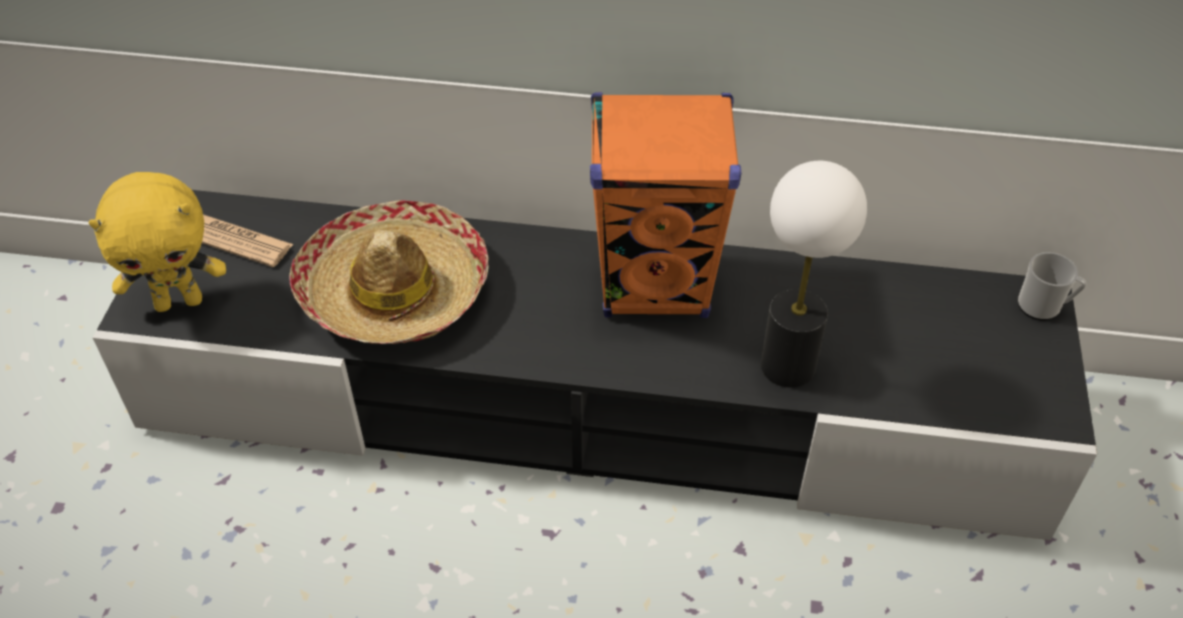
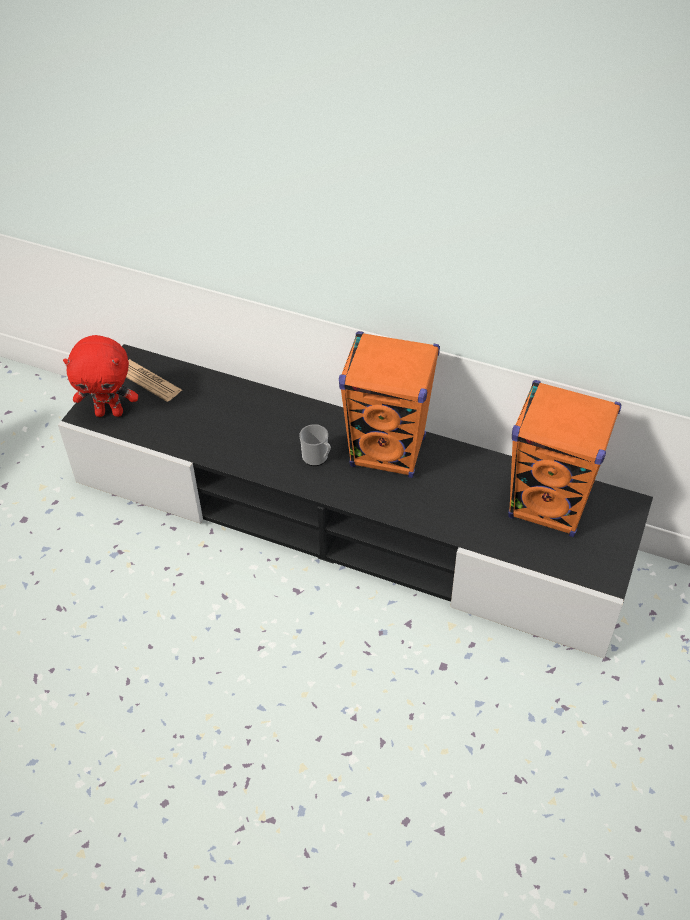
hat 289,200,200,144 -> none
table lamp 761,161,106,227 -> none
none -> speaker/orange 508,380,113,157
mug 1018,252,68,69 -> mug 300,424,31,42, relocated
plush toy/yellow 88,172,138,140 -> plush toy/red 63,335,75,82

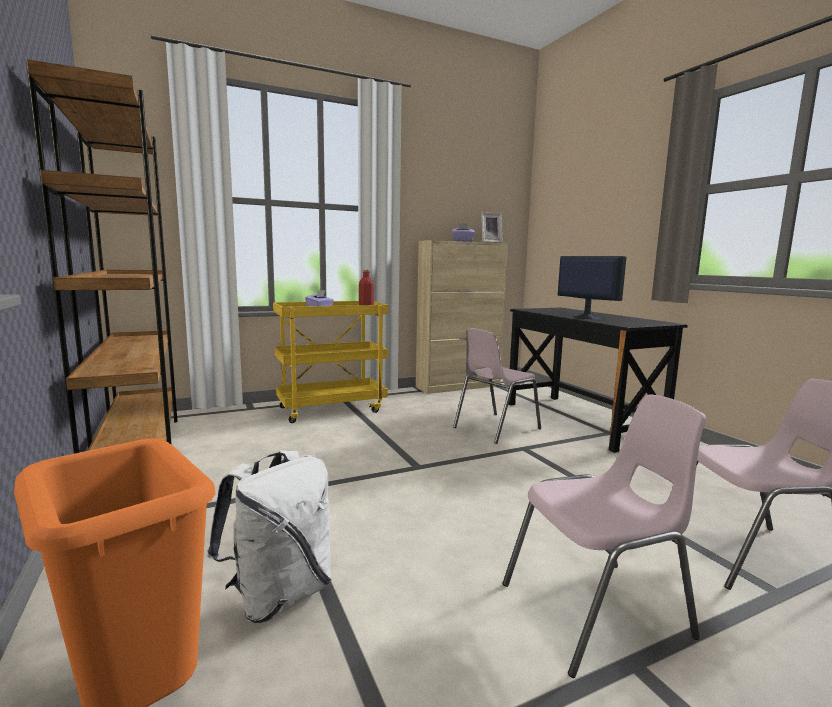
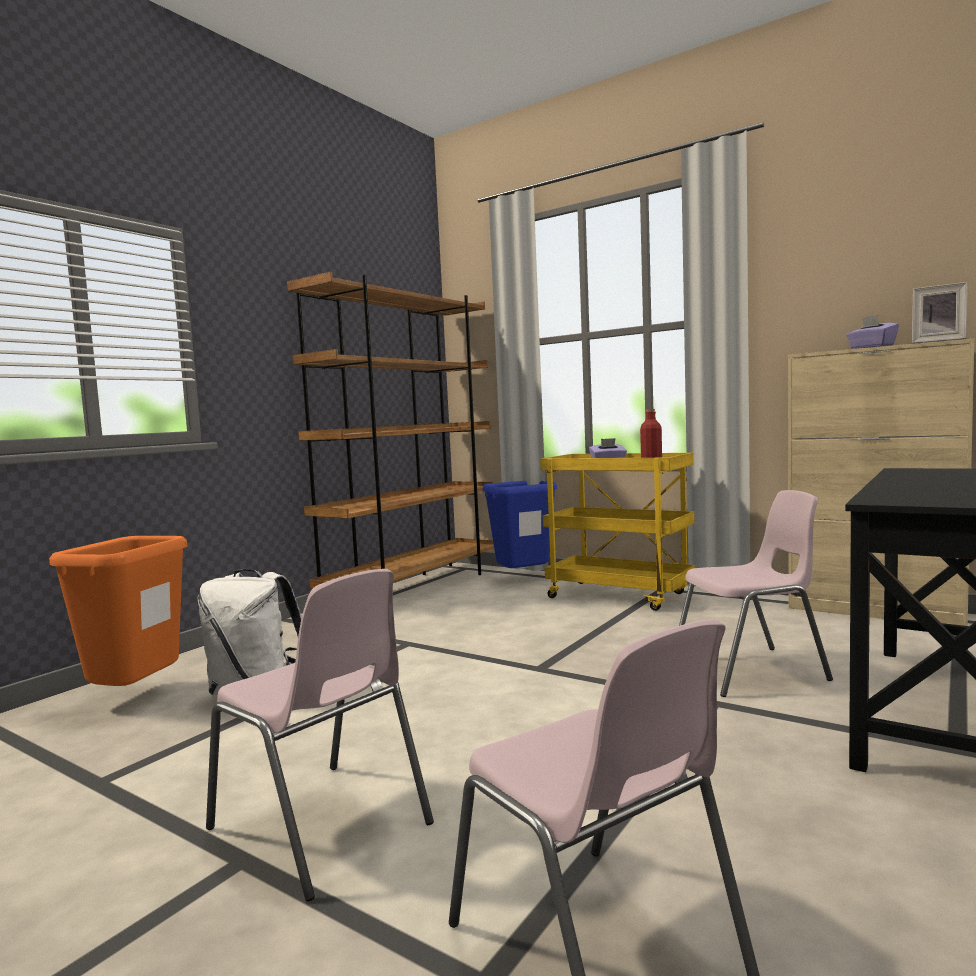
monitor 558,256,68,64 -> none
none -> trash can/blue 483,481,74,87
chair/pink 453,329,88,115 -> chair/pink 679,490,154,207, 150 degrees clockwise

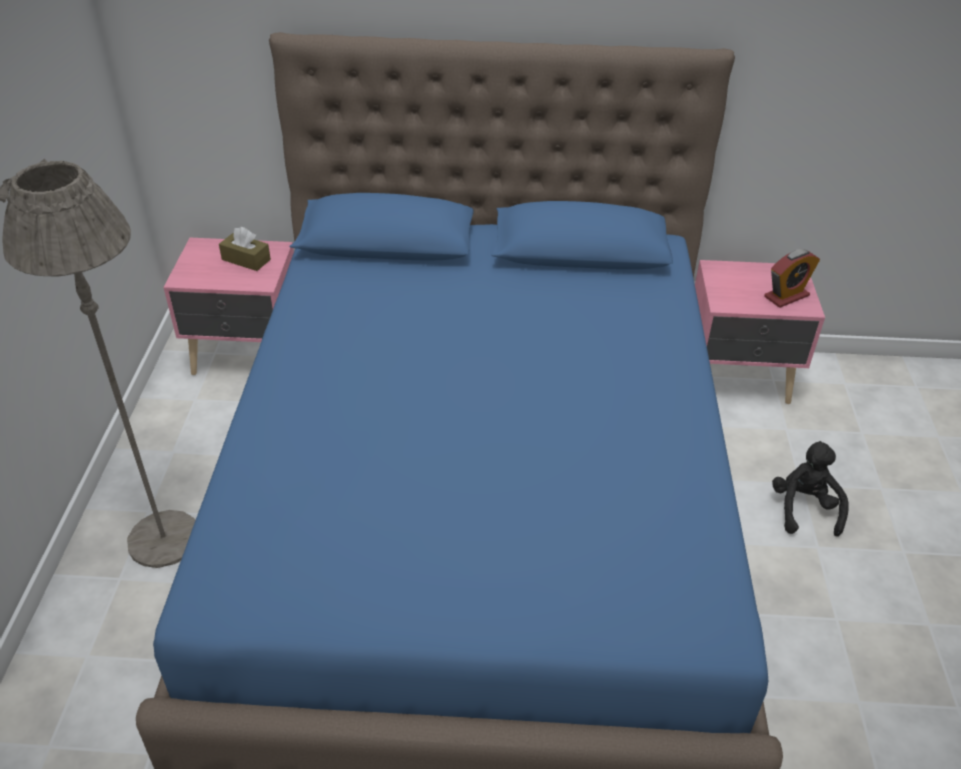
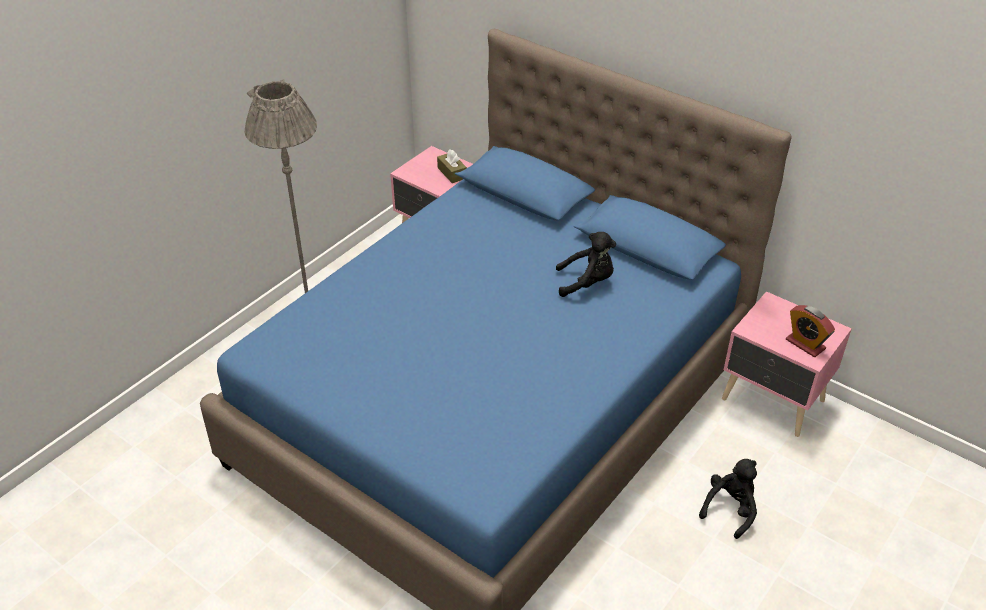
none -> plush toy/black 556,232,60,65
alarm clock 764,249,56,59 -> alarm clock 786,305,49,52, 45 degrees clockwise

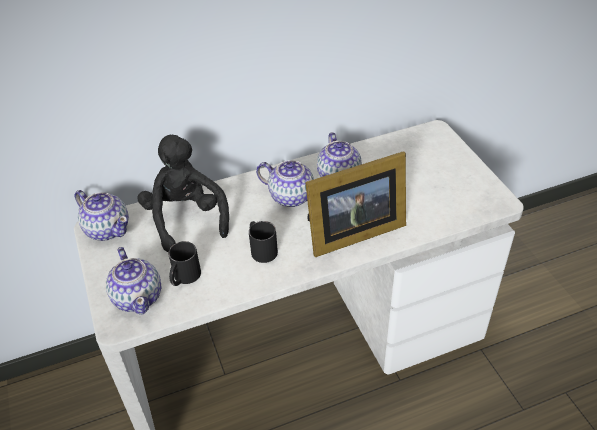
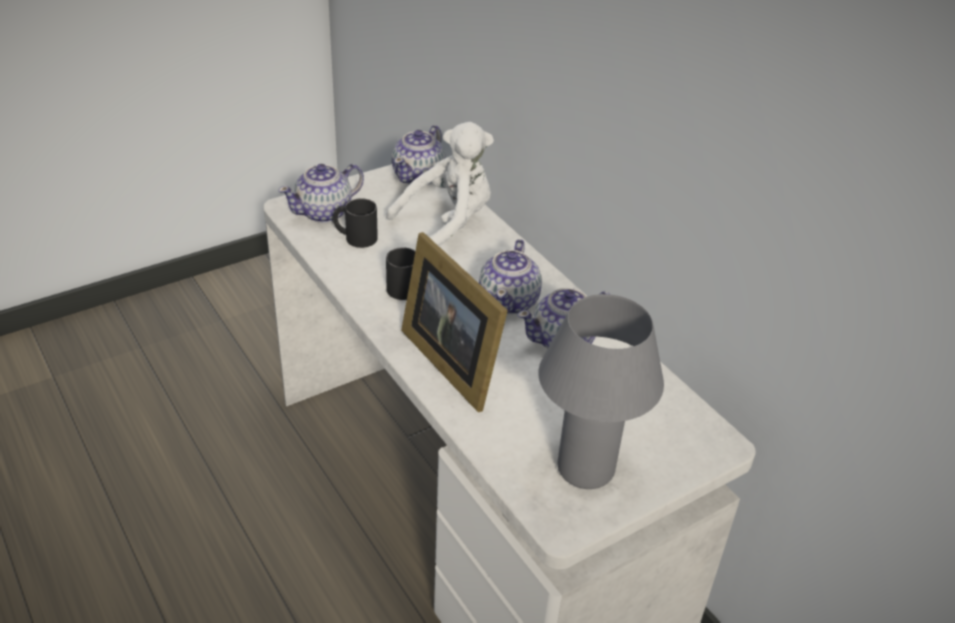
none -> table lamp/grey 538,294,126,195
plush toy/black 138,135,91,117 -> plush toy/white 386,122,108,124

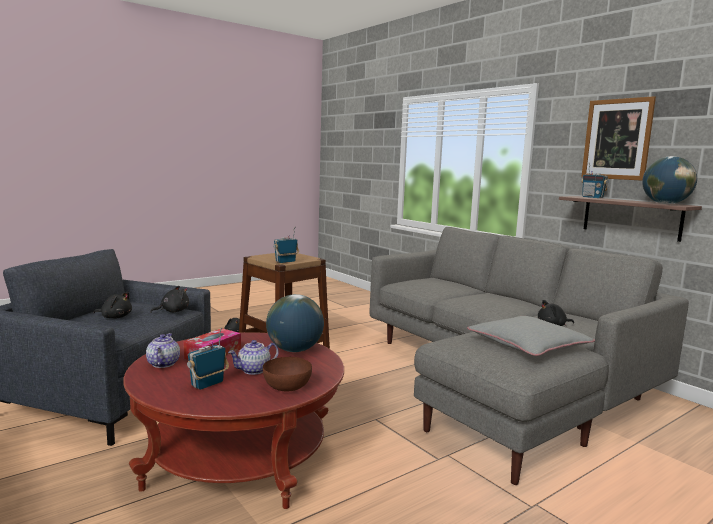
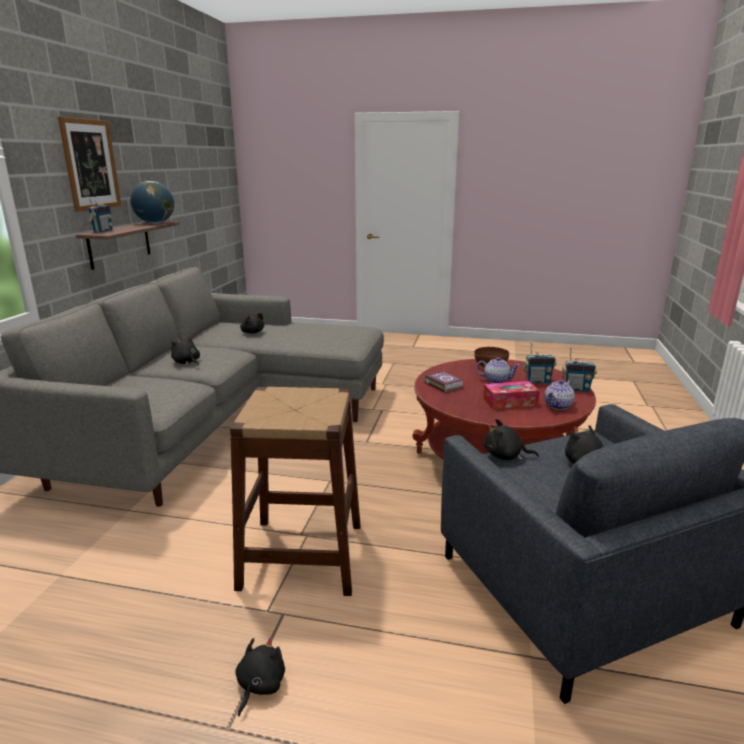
pillow/grey 467,316,128,40 -> none
none -> plush toy/black 171,336,29,30
radio 273,228,26,35 -> radio 562,347,35,45, relocated
globe 266,294,58,58 -> book 424,371,40,22

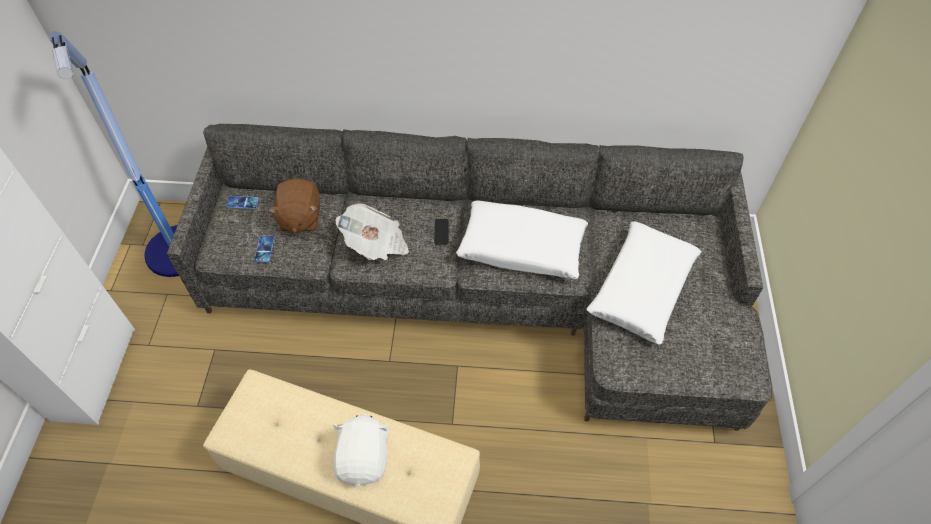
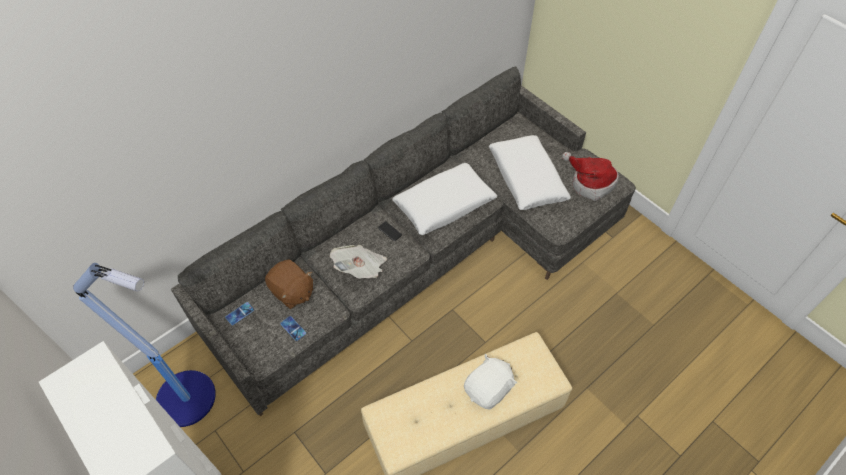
none -> hat 562,152,57,49
plush toy/white 333,414,57,73 -> plush toy/white 464,354,53,56, 90 degrees clockwise

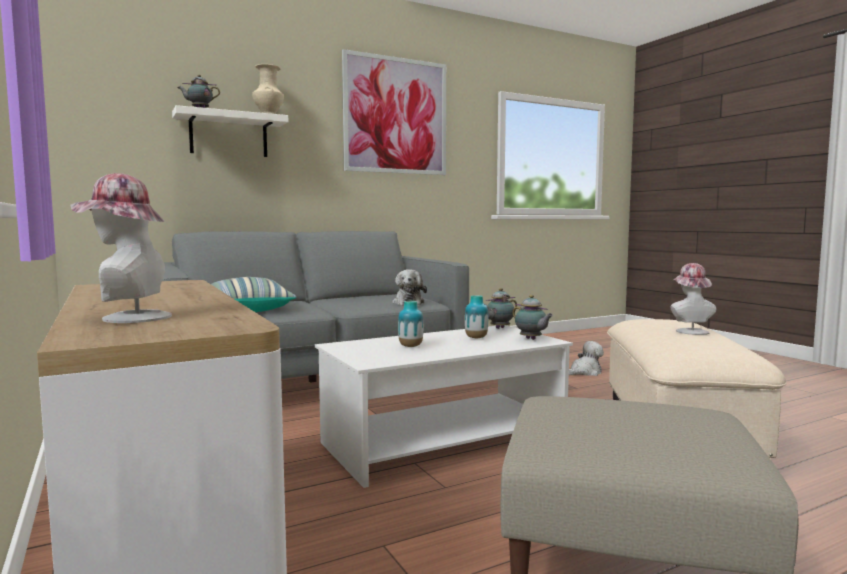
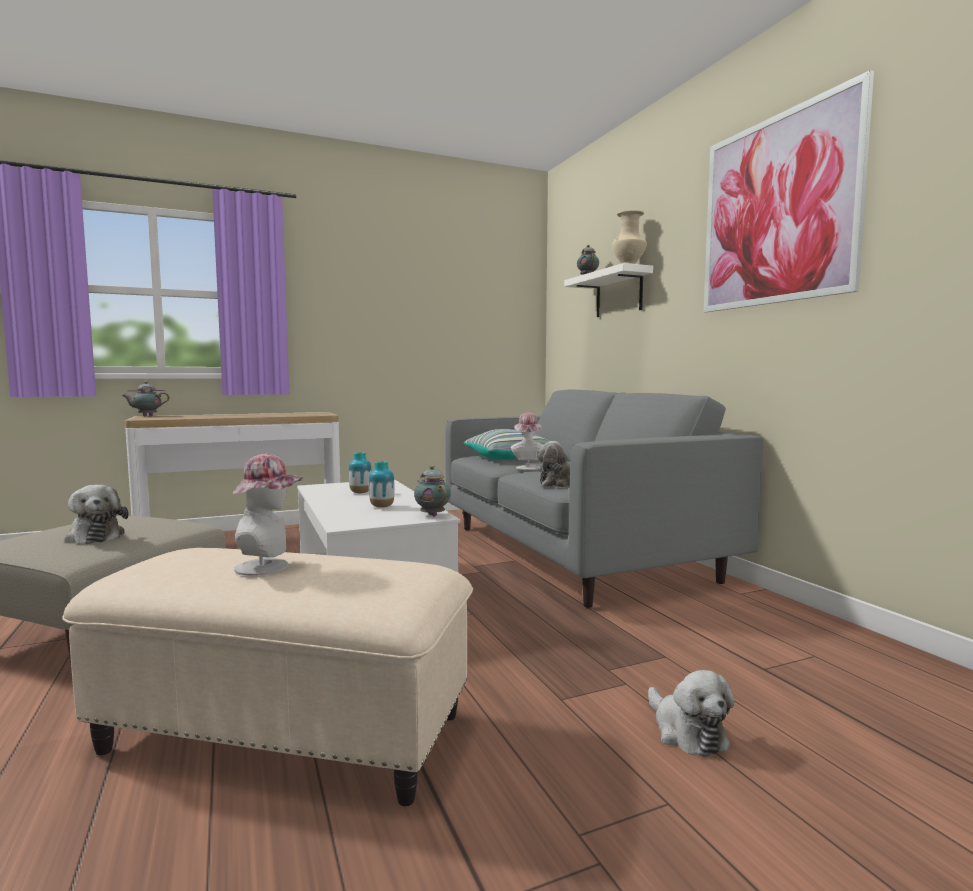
none -> plush toy 64,485,65,59
hat 71,173,101,150 -> hat 511,413,33,57, relocated
teapot 513,295,40,45 -> teapot 122,381,47,35, relocated

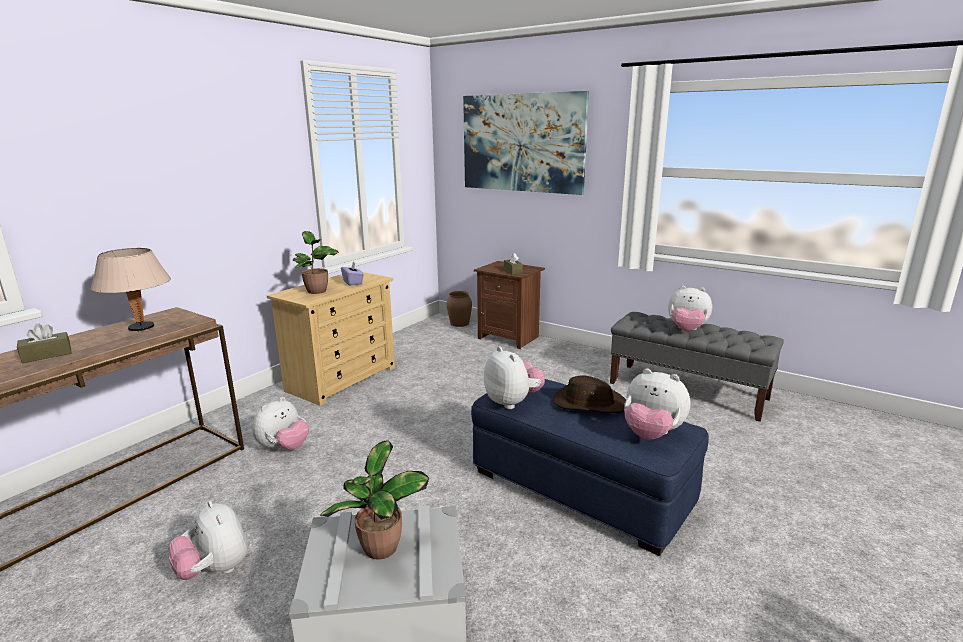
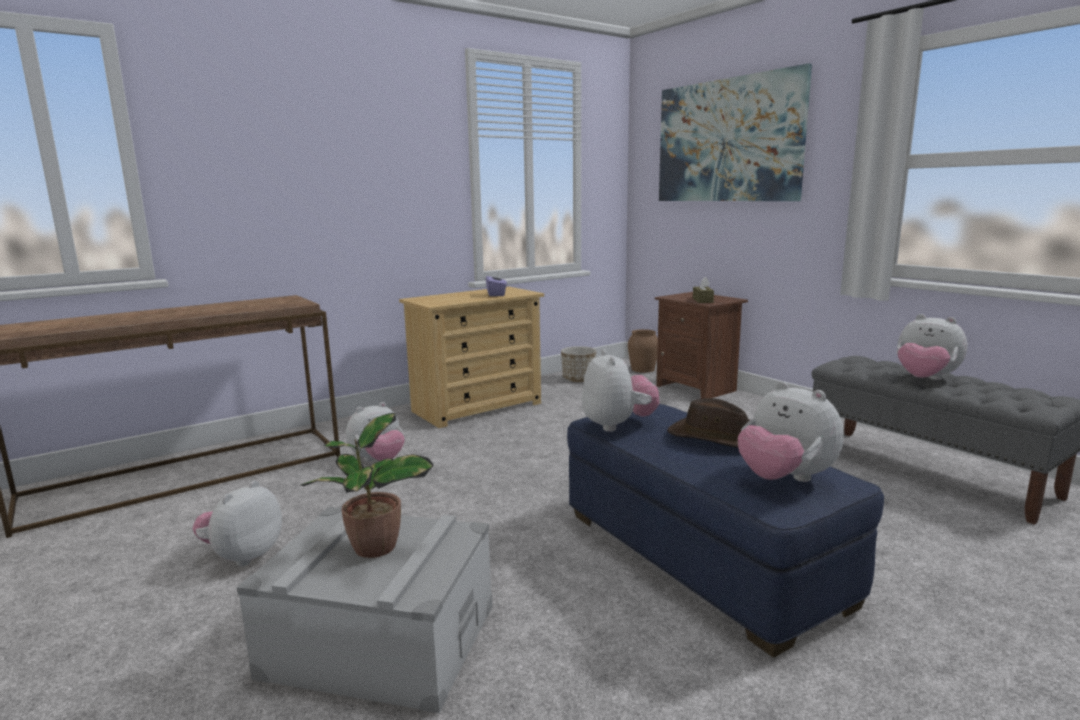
tissue box/brown 17,323,54,40 -> none
table lamp/beige 90,248,81,83 -> none
potted plant 292,231,47,63 -> none
none -> planter 561,346,35,36
plush toy 169,501,79,79 -> plush toy 192,480,90,87, 45 degrees clockwise

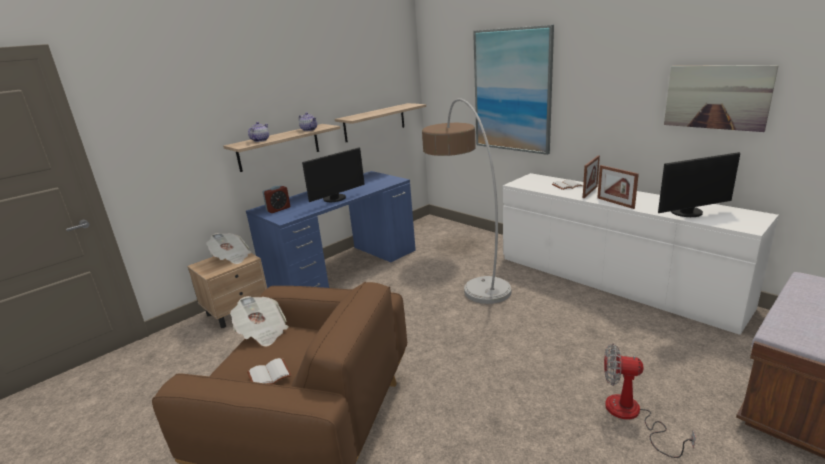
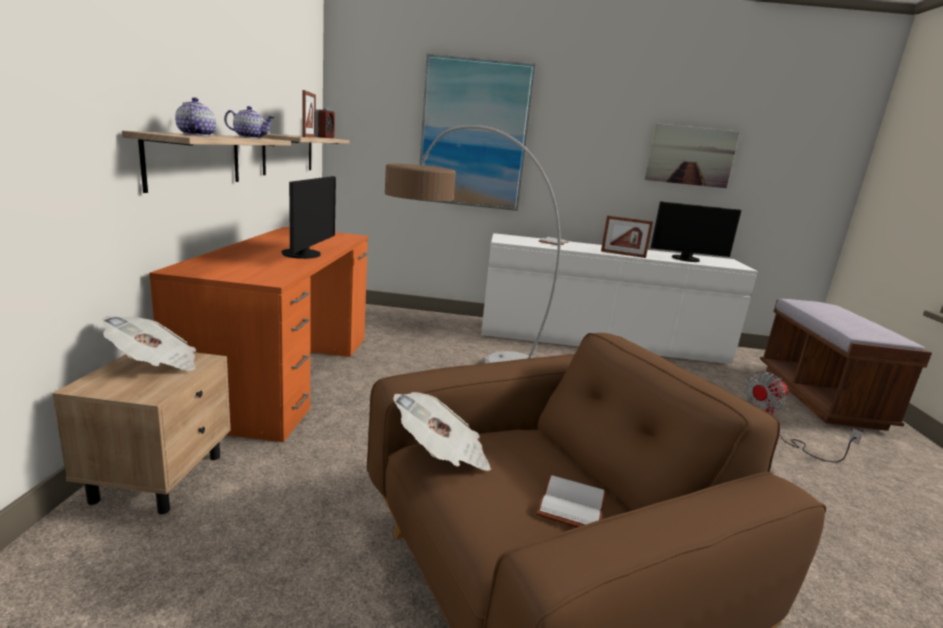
alarm clock 263,186,27,27 -> alarm clock 316,107,19,31, relocated
picture frame 583,155,17,43 -> picture frame 302,90,14,48, relocated
desk/blue 246,171,170,117 -> desk/orange 149,227,219,215
monitor 658,152,82,65 -> monitor 651,201,91,61, 60 degrees clockwise

